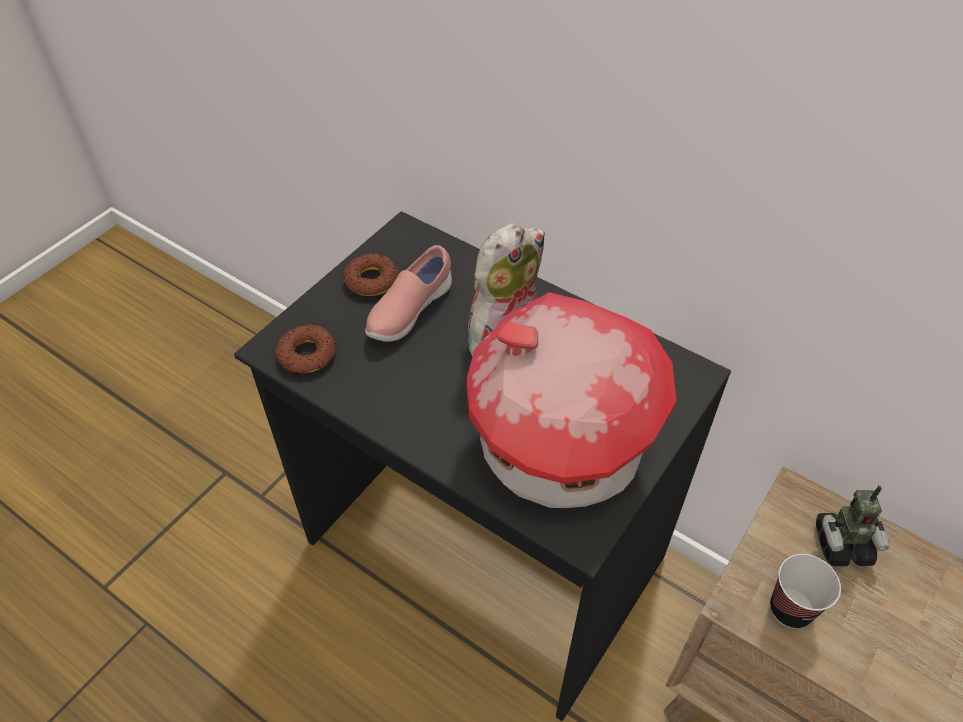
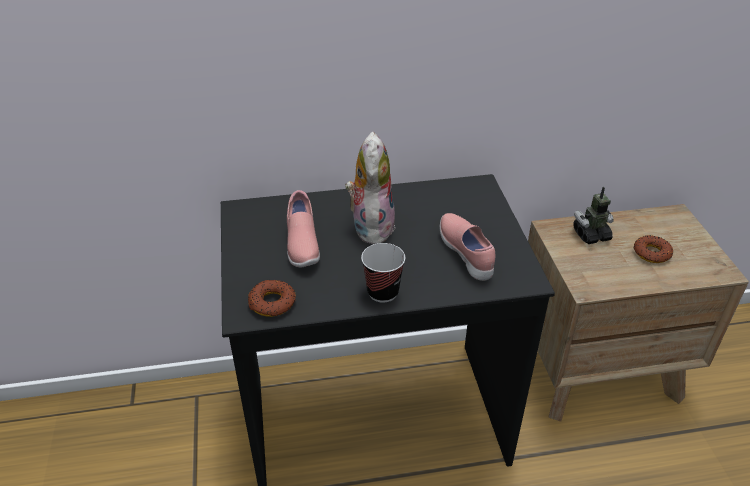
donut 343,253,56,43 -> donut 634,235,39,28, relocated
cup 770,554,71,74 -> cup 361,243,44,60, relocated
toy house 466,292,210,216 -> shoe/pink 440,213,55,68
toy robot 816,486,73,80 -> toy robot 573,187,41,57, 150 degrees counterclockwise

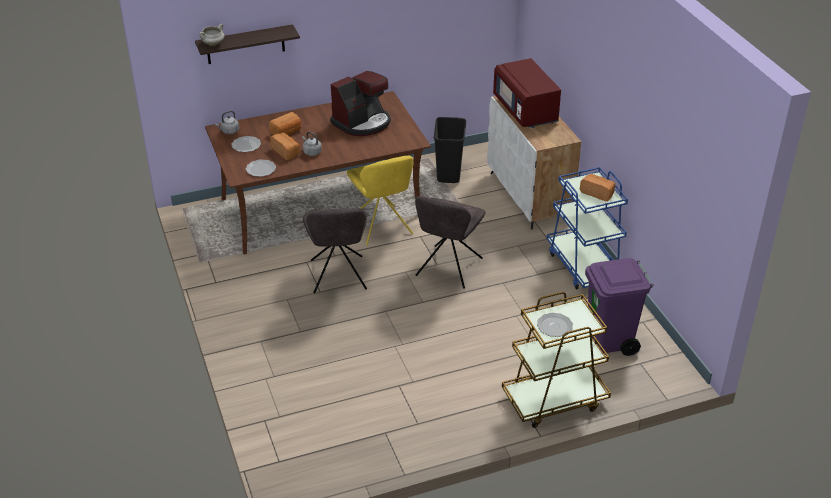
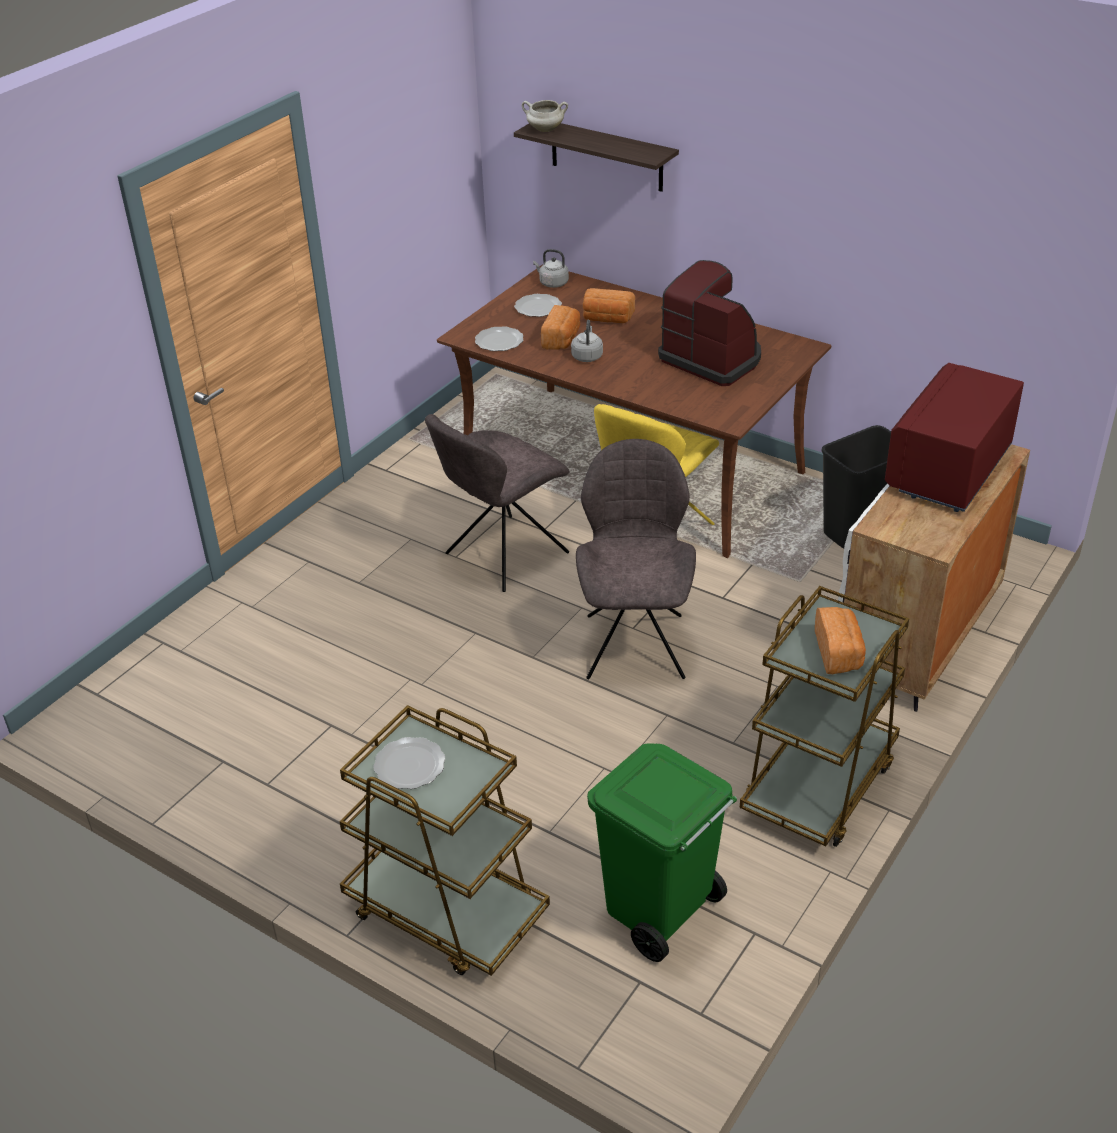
cart/blue 547,167,81,123 -> cart/brown 740,586,169,261
trash can/purple 585,258,69,98 -> trash can/green 587,743,150,219
coffee machine 330,71,61,65 -> coffee machine 658,260,103,126, 150 degrees counterclockwise
chair/grey 415,196,70,93 -> chair/grey 576,439,120,240, 105 degrees clockwise

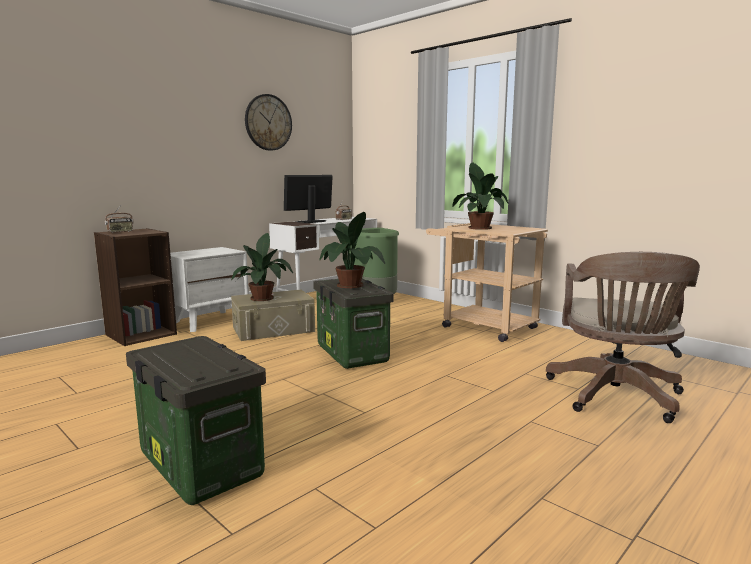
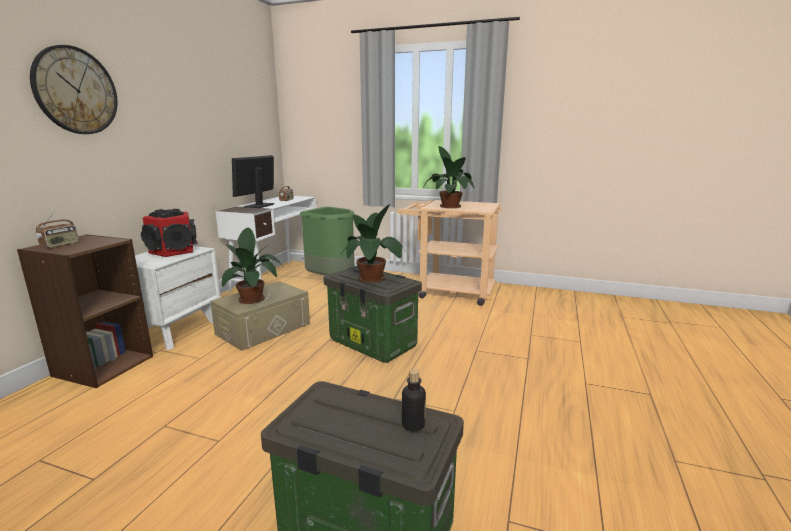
office chair/brown 546,252,154,171 -> none
none -> speaker 141,209,57,48
none -> bottle 402,369,24,63
wall clock 245,94,47,57 -> wall clock 30,45,88,89, relocated

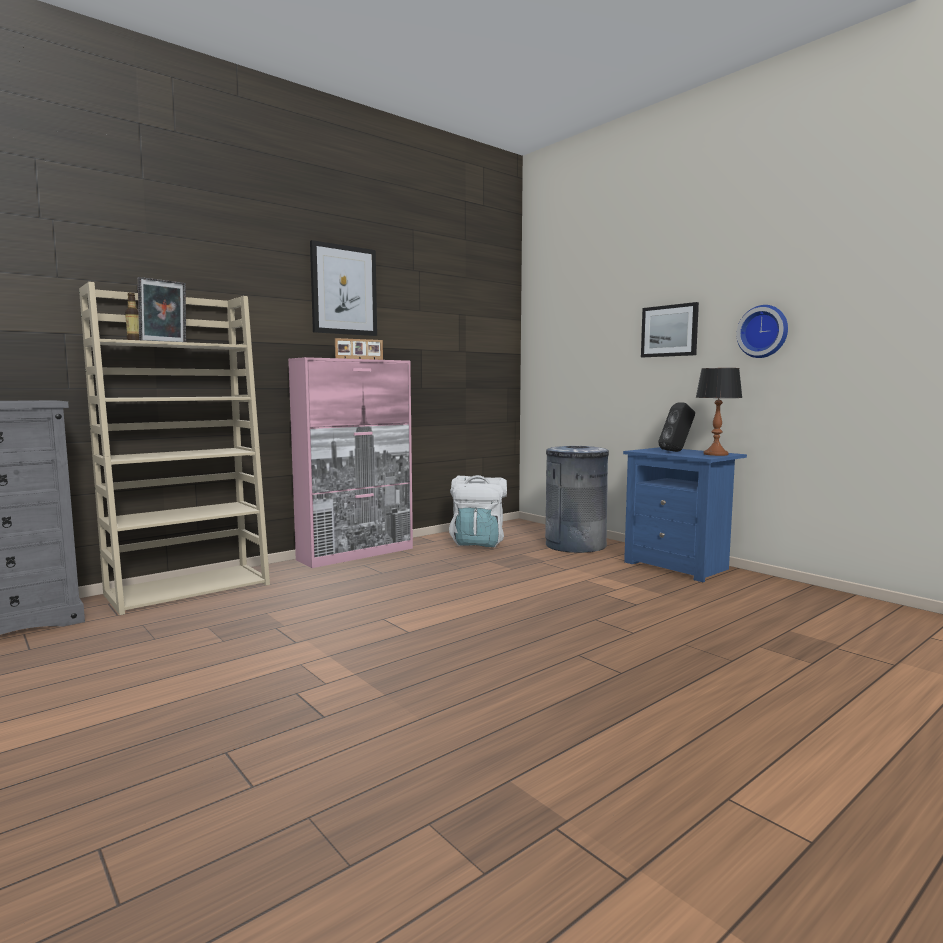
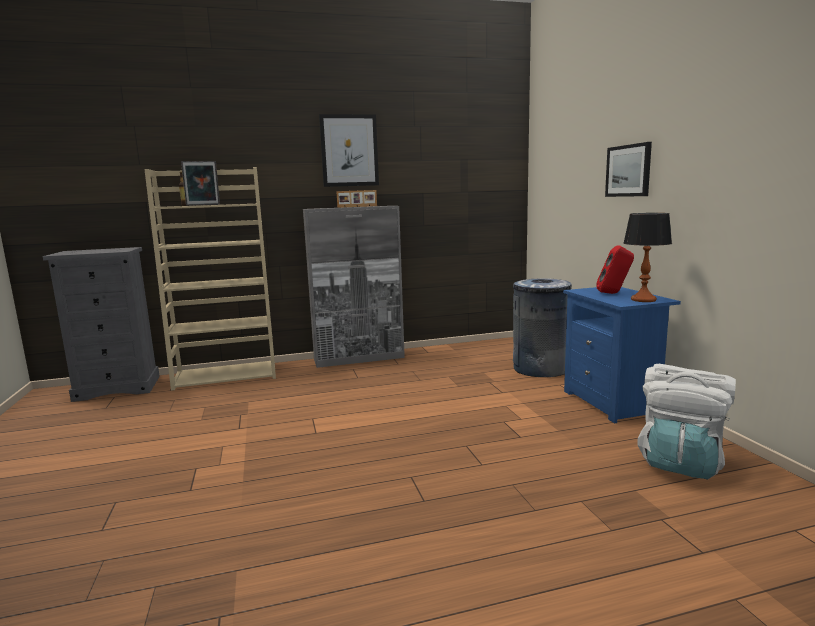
wall clock 736,305,52,53 -> none
backpack/white 449,475,58,73 -> backpack/white 637,364,99,116, relocated
cabinet/pink 288,357,125,211 -> cabinet/grey 303,206,102,162
speaker/black 658,402,37,50 -> speaker/red 596,245,38,49

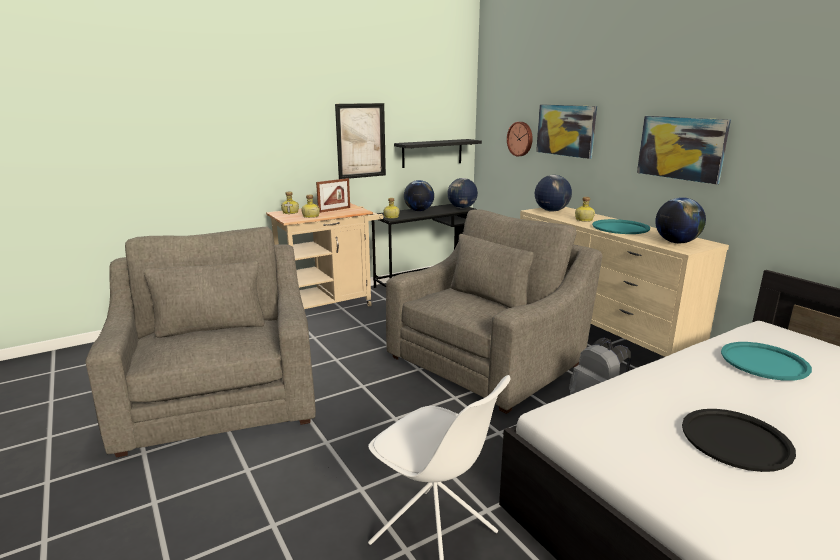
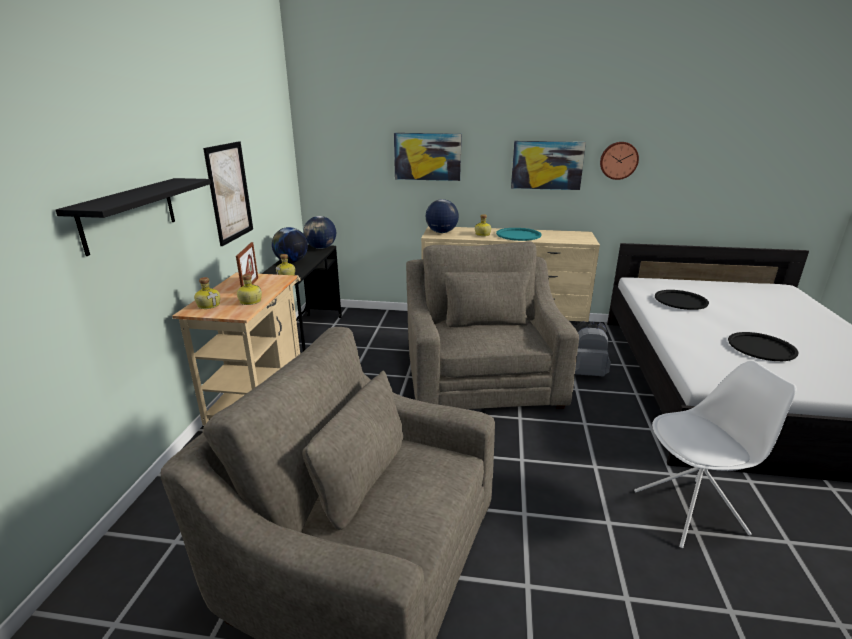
globe 655,197,51,46 -> none
shelf/black 394,139,88,29 -> shelf/black 56,178,155,78, relocated
wall clock 507,122,26,34 -> wall clock 600,142,39,38, relocated
tray/turquoise 721,342,91,39 -> tray/black 655,290,54,20

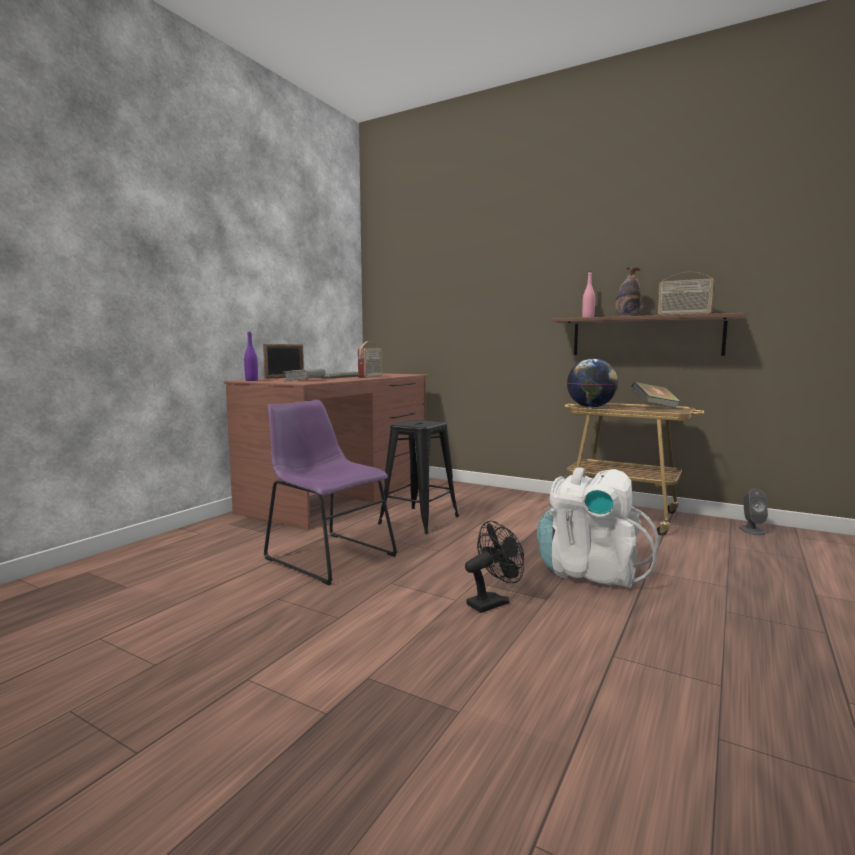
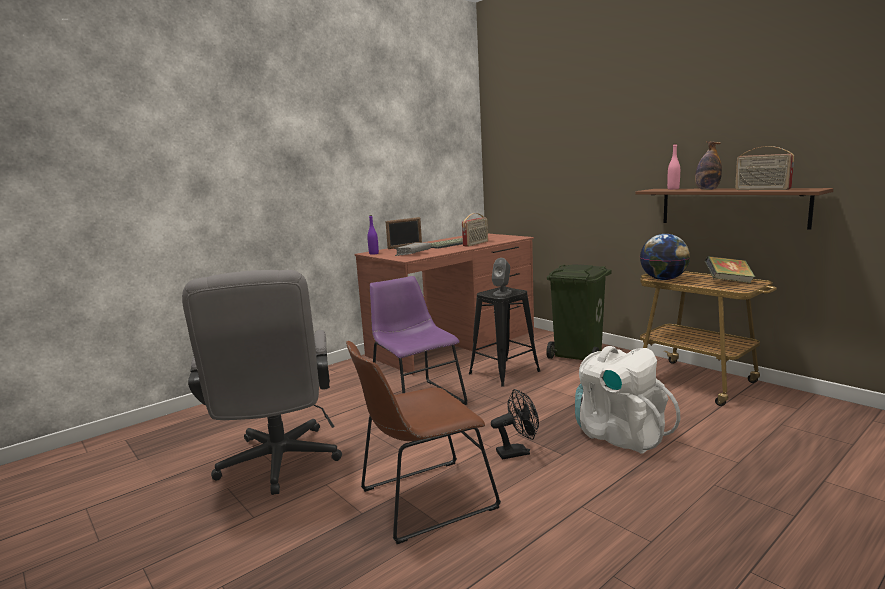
none -> office chair/grey 182,270,160,225
none -> chair/brown 346,341,155,203
none -> trash can/green 546,264,65,96
speaker/grey 739,489,29,46 -> speaker/grey 492,258,20,38, relocated

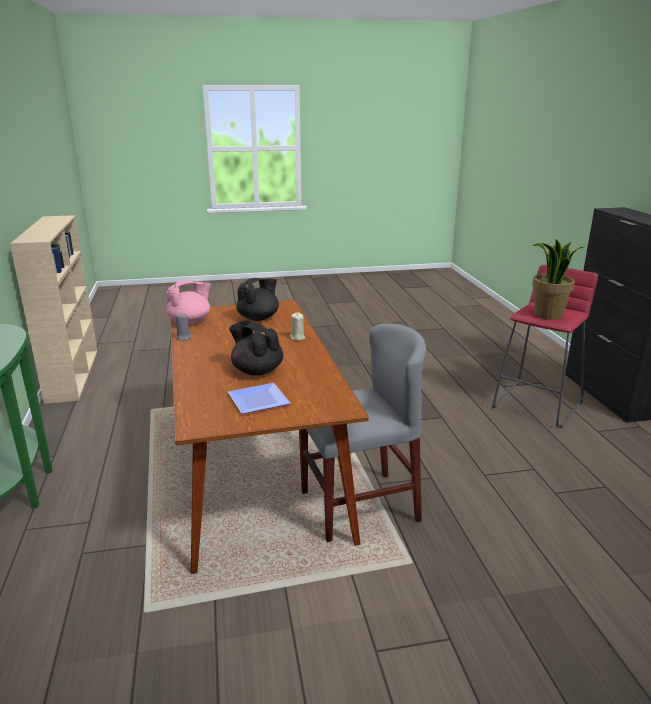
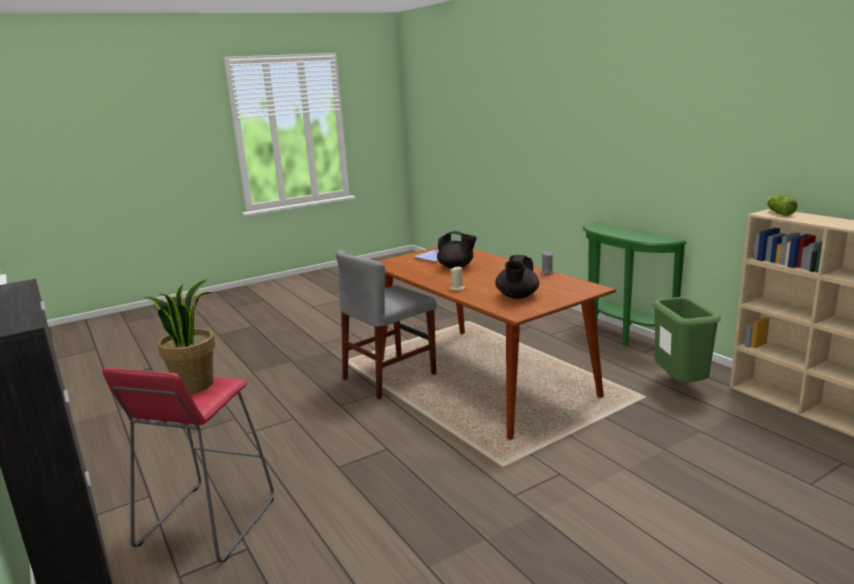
teapot/pink 166,281,45,43 -> none
none -> trash can/green 653,297,68,85
none -> lettuce 767,194,31,22

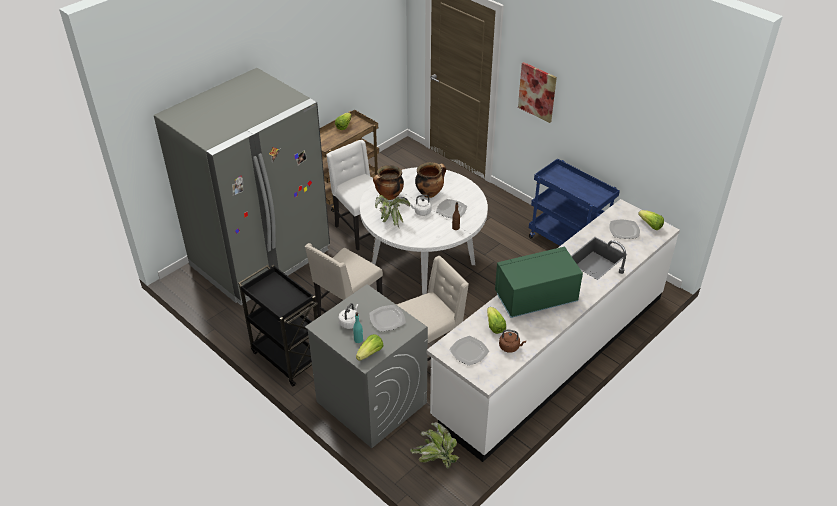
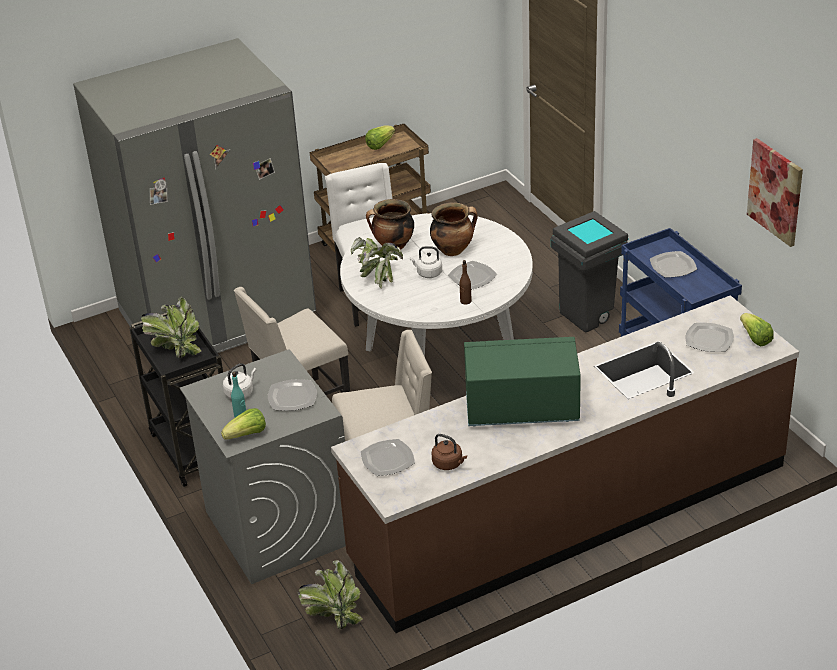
lettuce 487,307,19,27 -> none
none -> potted plant 141,297,60,61
none -> trash can/grey 551,211,78,122
none -> plate 650,251,47,27
picture 518,62,39,61 -> picture 747,138,56,109, relocated
counter/white 426,199,254,263 -> counter/brown 331,295,468,338

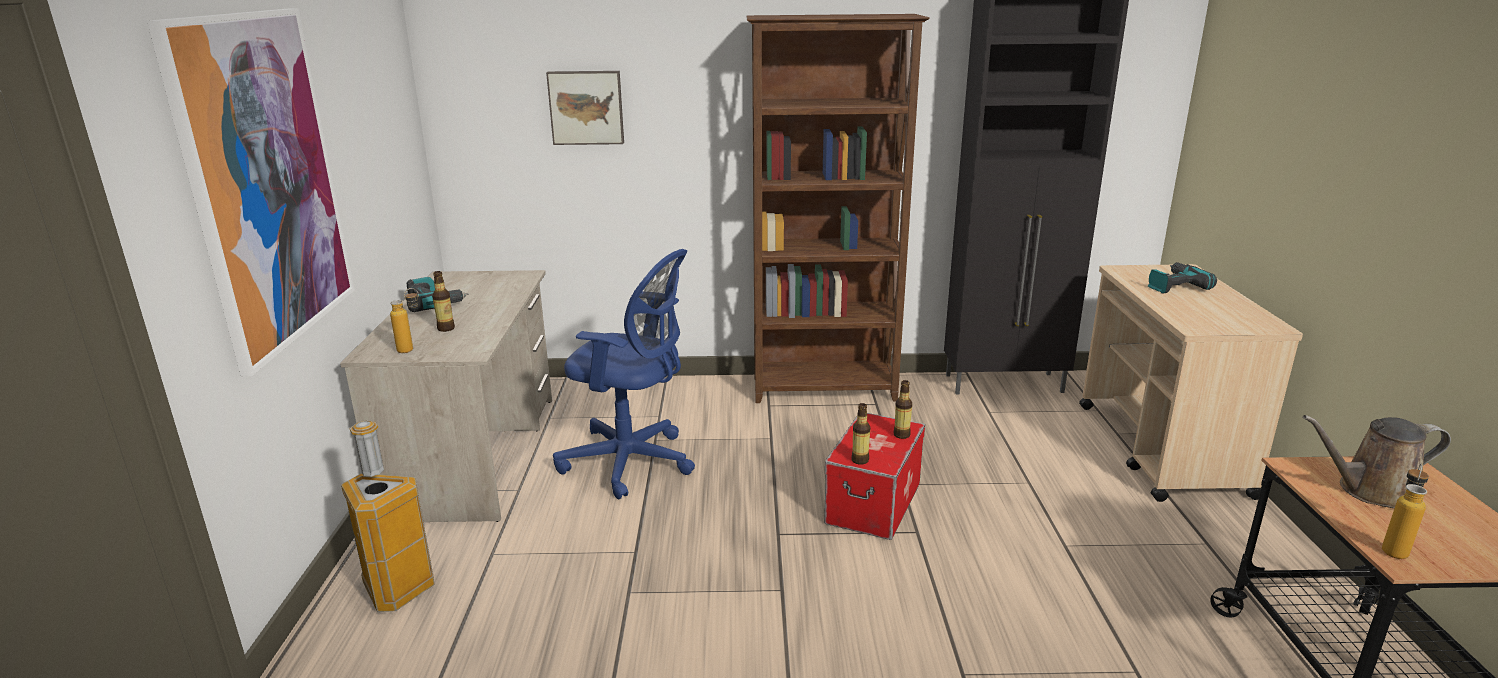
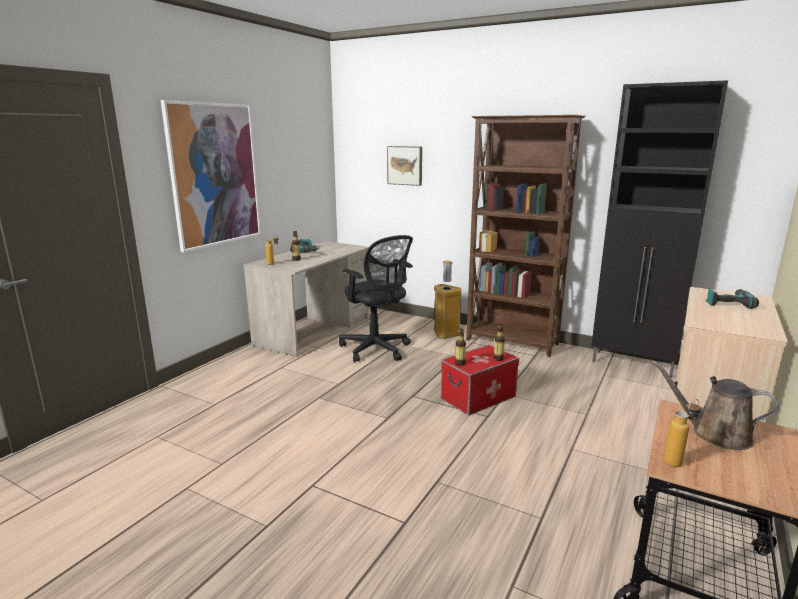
trash can 341,421,94,191 -> trash can 434,260,27,79, relocated
office chair/blue 553,249,142,250 -> office chair/black 339,235,74,127

